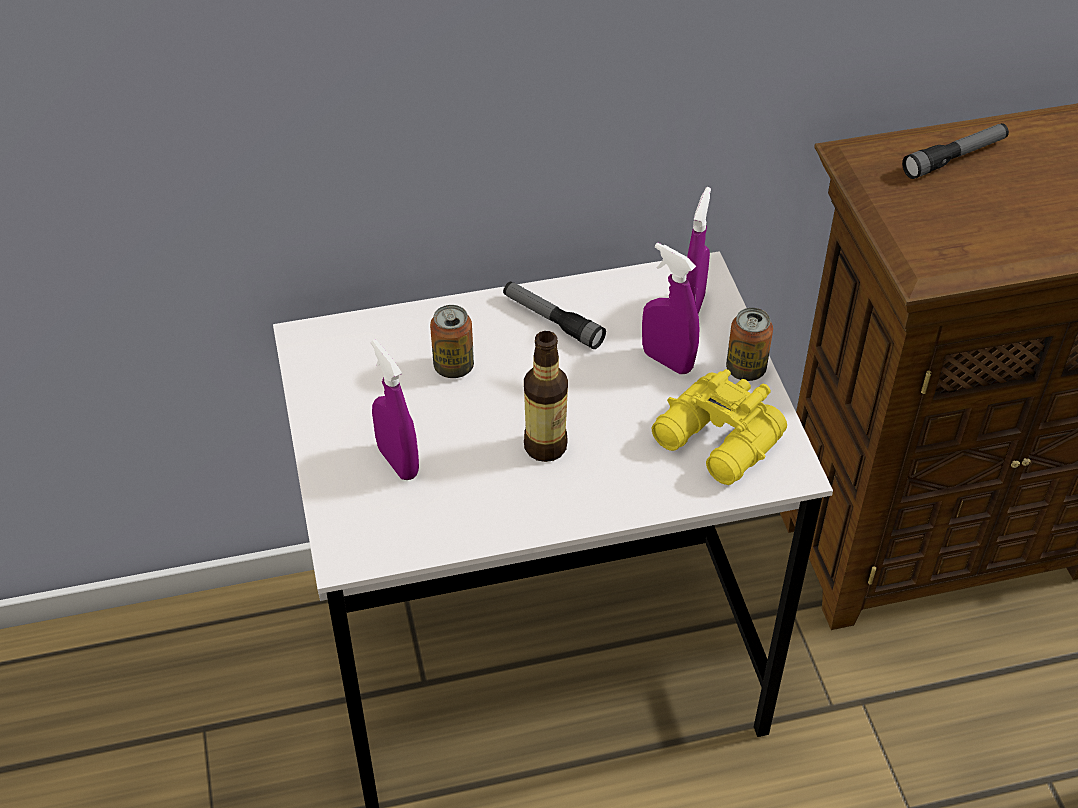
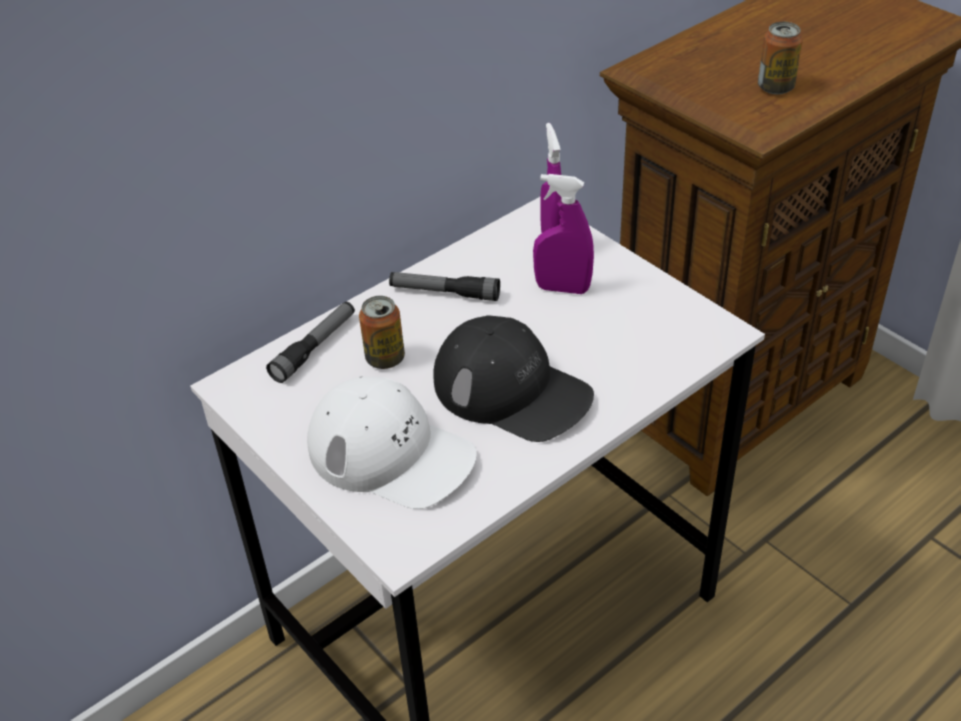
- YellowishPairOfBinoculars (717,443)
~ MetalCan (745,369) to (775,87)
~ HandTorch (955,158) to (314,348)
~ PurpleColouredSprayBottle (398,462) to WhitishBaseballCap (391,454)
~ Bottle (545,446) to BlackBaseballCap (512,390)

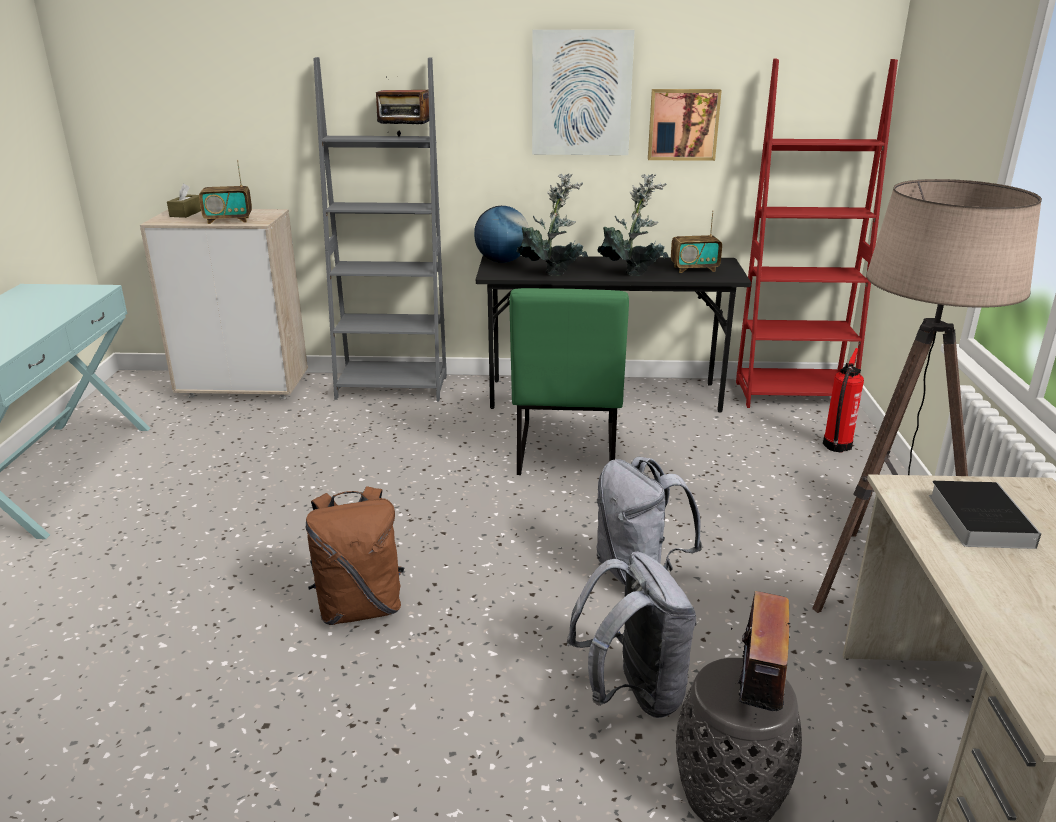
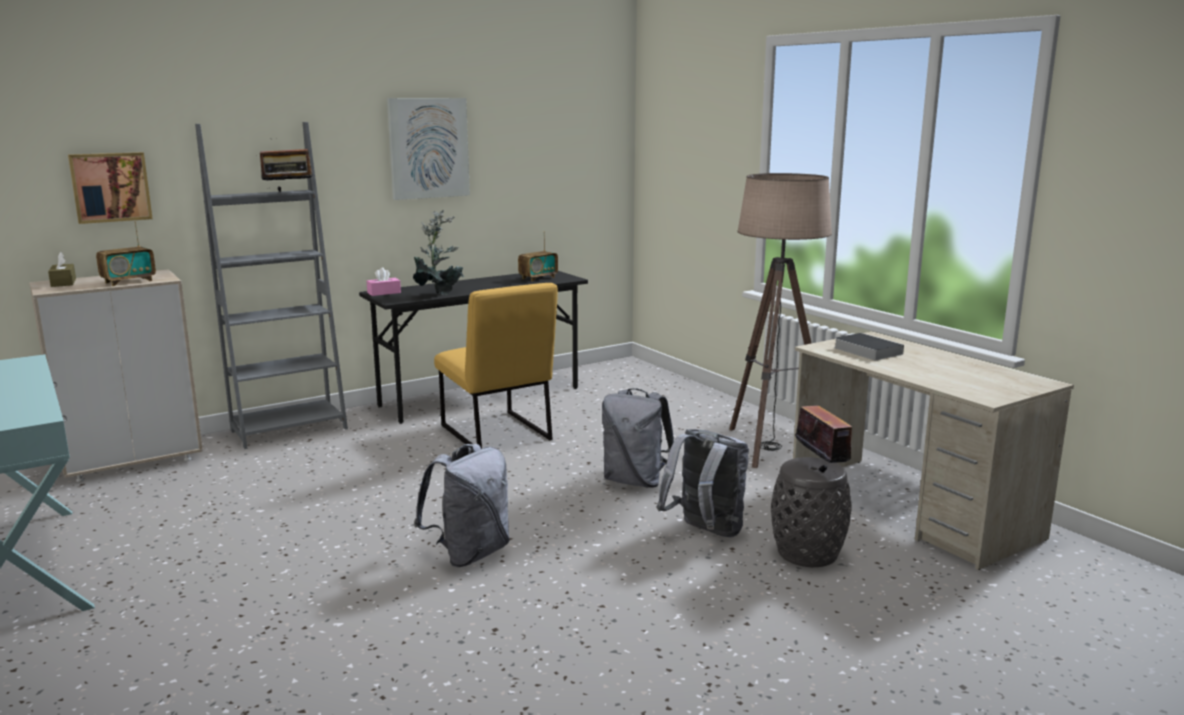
- Houseplant (633,272)
- RedColouredBookshelf (793,395)
- FireFightingCylinder (835,447)
~ WallArt (683,124) to (110,187)
~ Globe (502,261) to PinkBoxOfTissues (384,293)
~ BrownishKnapsack (360,607) to GreyKnapsack (470,554)
~ GreenishChair (565,451) to YellowishChair (496,433)

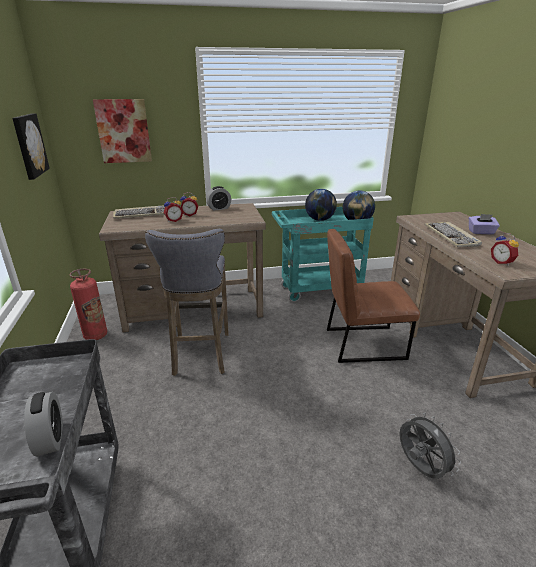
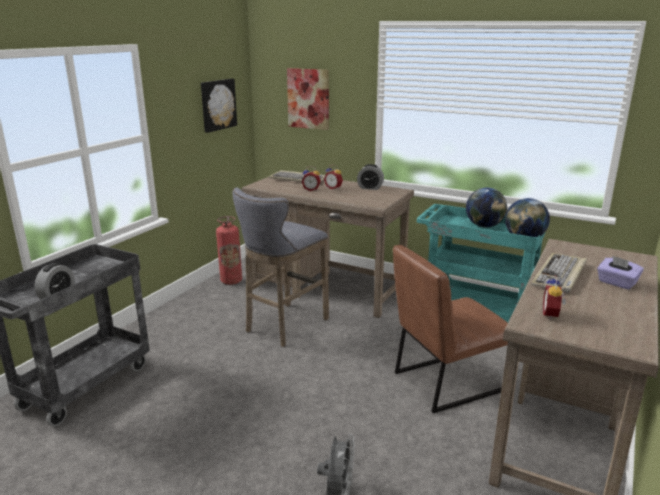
~ BrownishChair (362,343) = (445,381) 60 degrees counterclockwise

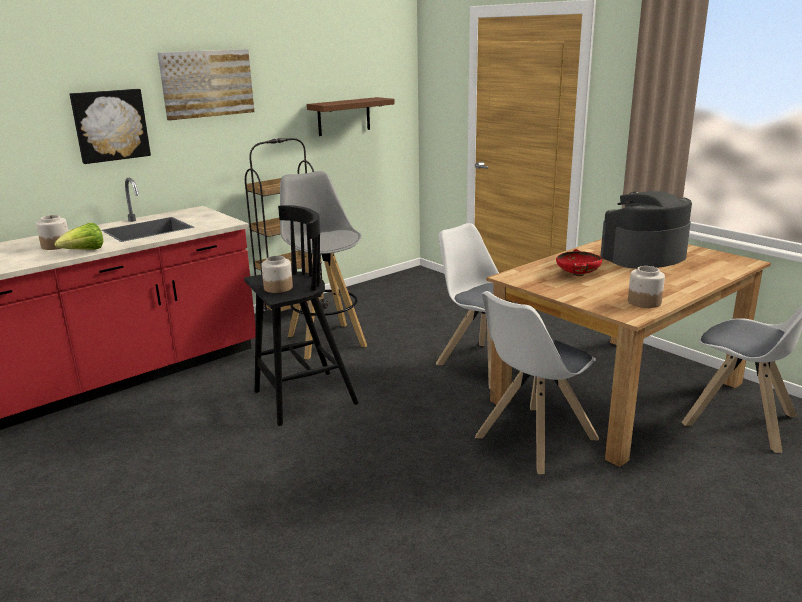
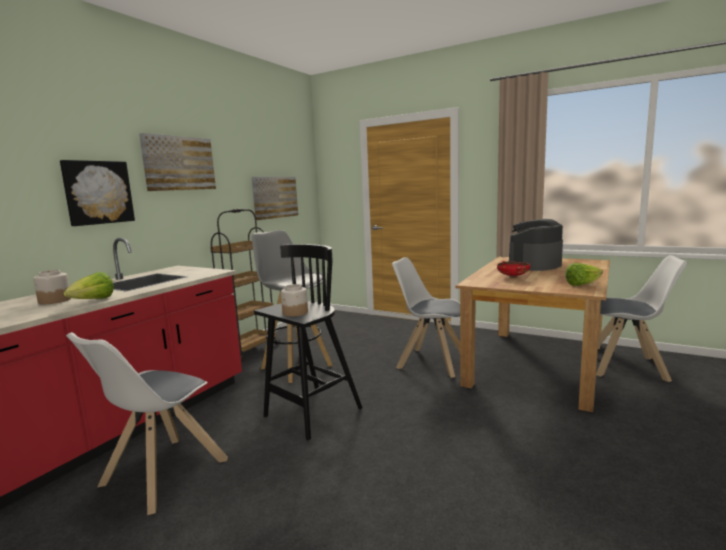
~ Chair (533,439) to (161,474)
~ BrownishShelf (344,116) to WallArt (274,197)
~ PreserveJar (644,302) to Lettuce (582,284)

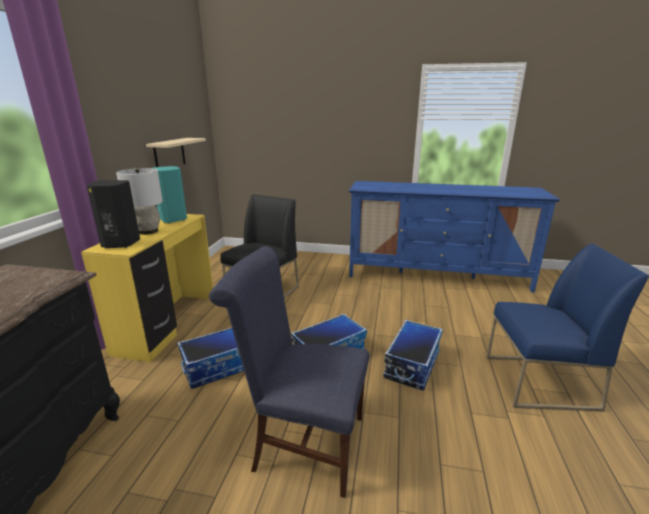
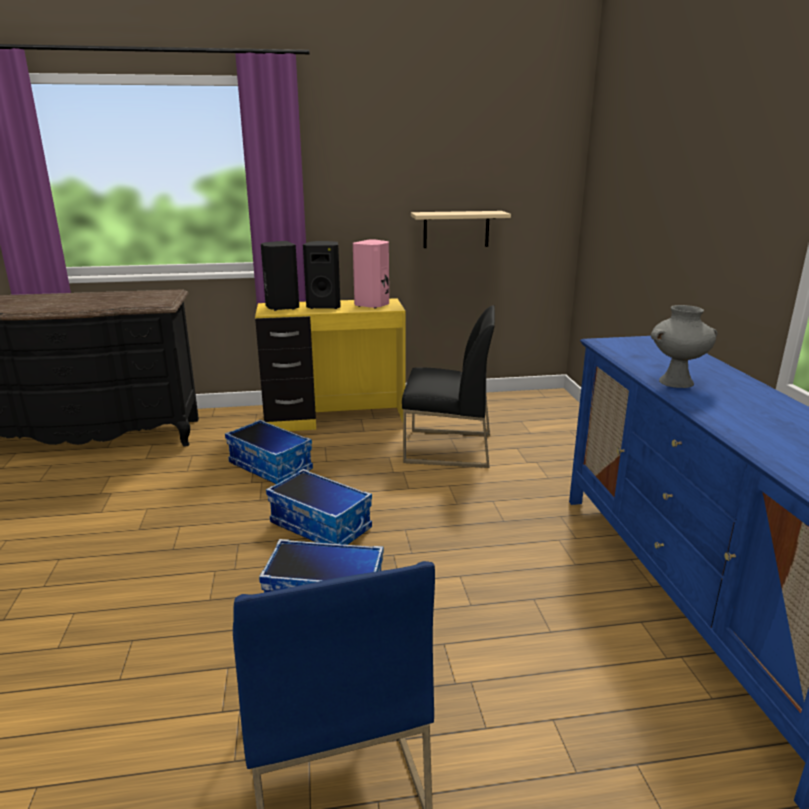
- BluishChair (302,442)
+ GreyVase (676,382)
~ WhitishTabletopLamp (148,231) to BlackLoudspeaker (325,306)
~ TurquoiseColouredLoudspeaker (173,219) to PinkLoudspeaker (373,305)

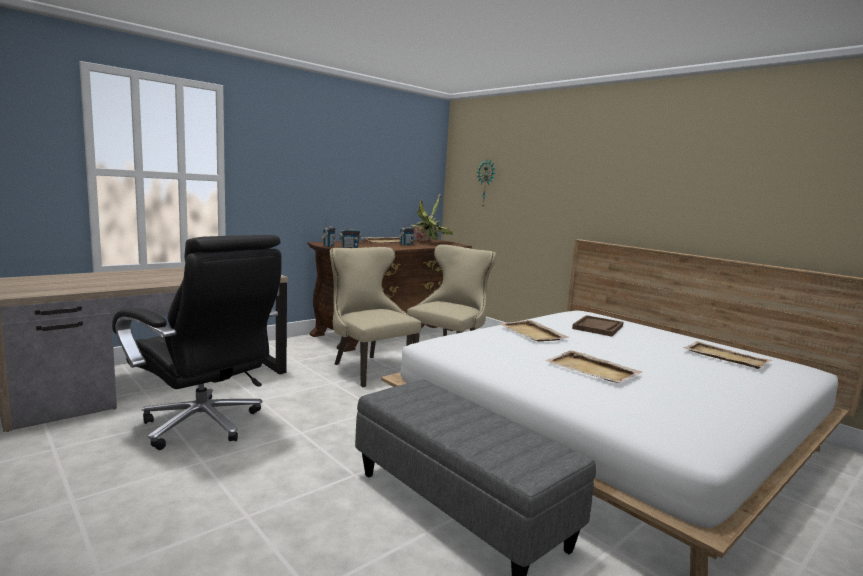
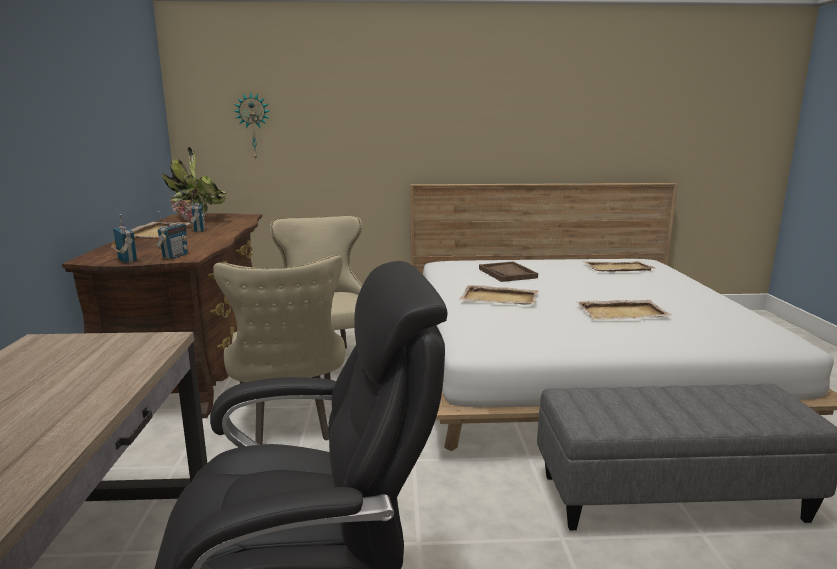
~ BeigeColouredChair (369,369) = (290,421) 105 degrees counterclockwise

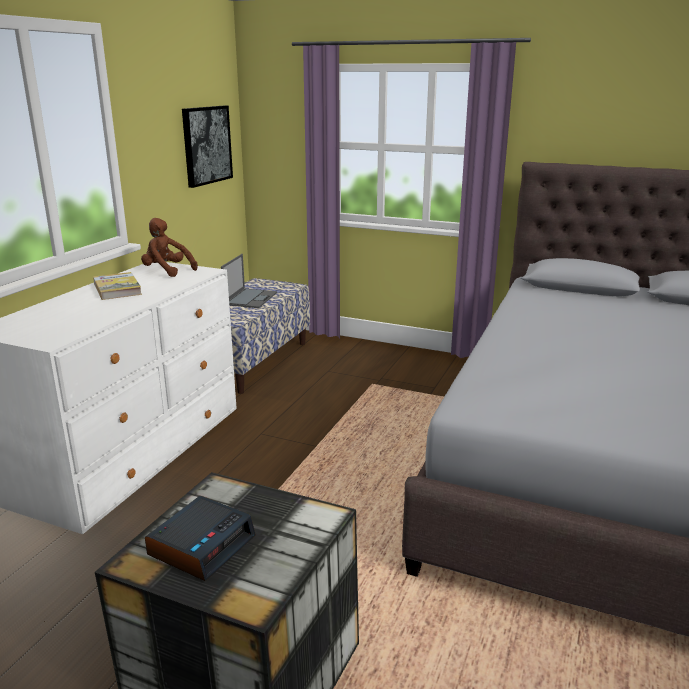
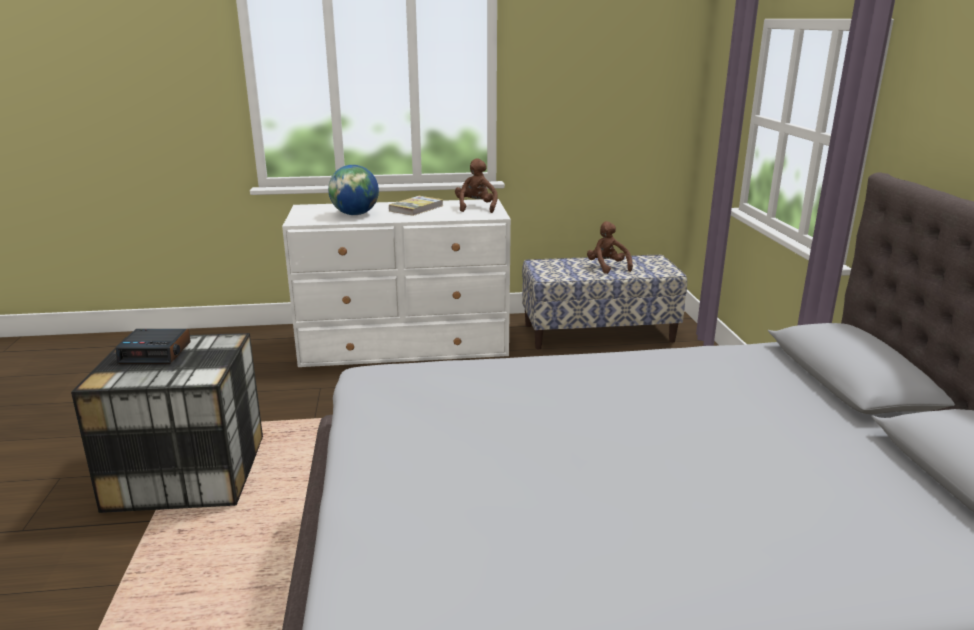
- WallArt (206,145)
+ Globe (355,214)
~ PortableComputer (250,298) to BrownishPlushToy (607,267)

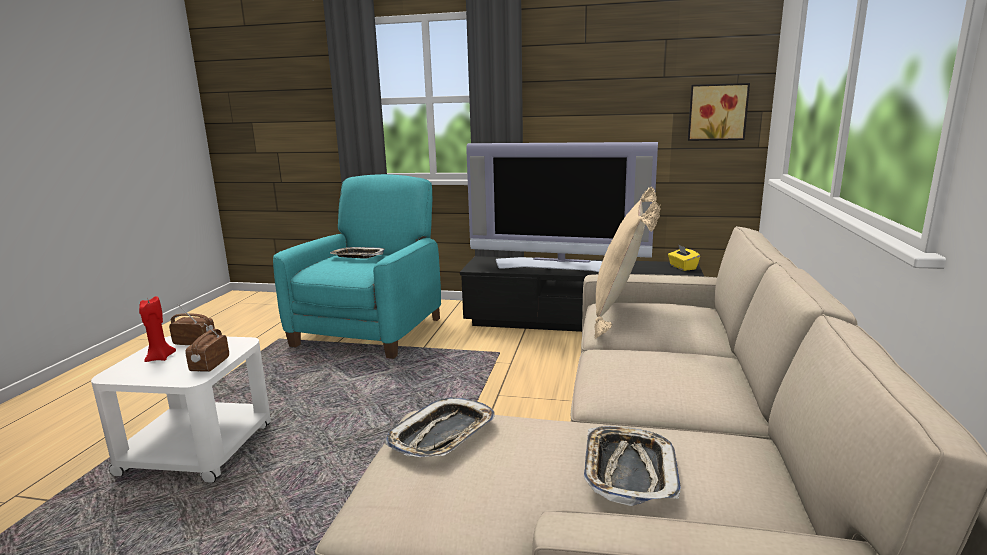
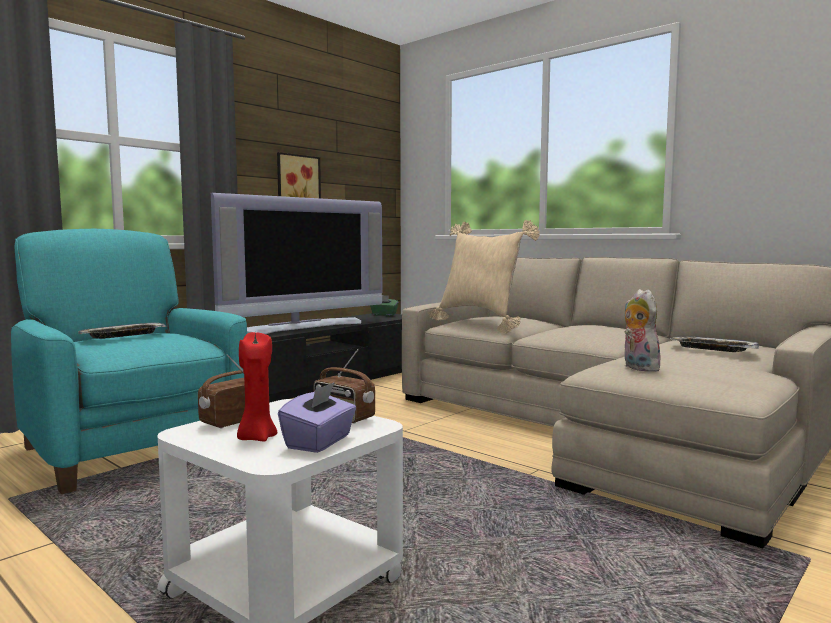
+ PurpleColouredBoxOfTissues (319,442)
~ WallArt (717,112) to (297,181)
~ CarryingTray (443,435) to PlushToy (637,368)
~ YellowishBoxOfTissues (682,267) to GreenishBoxOfTissues (384,314)

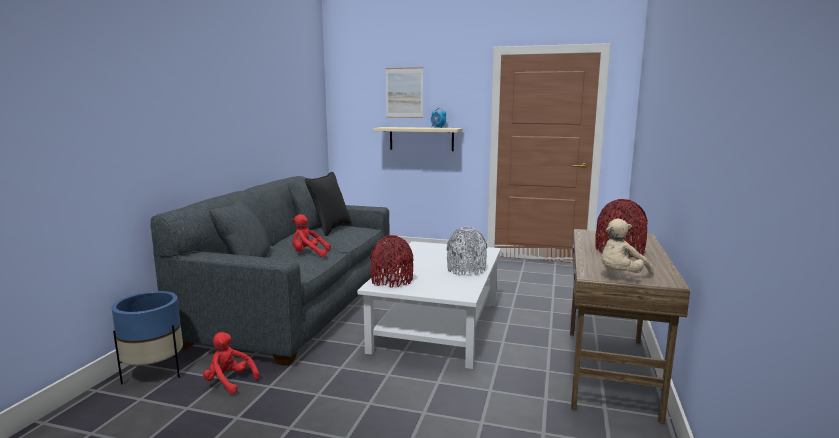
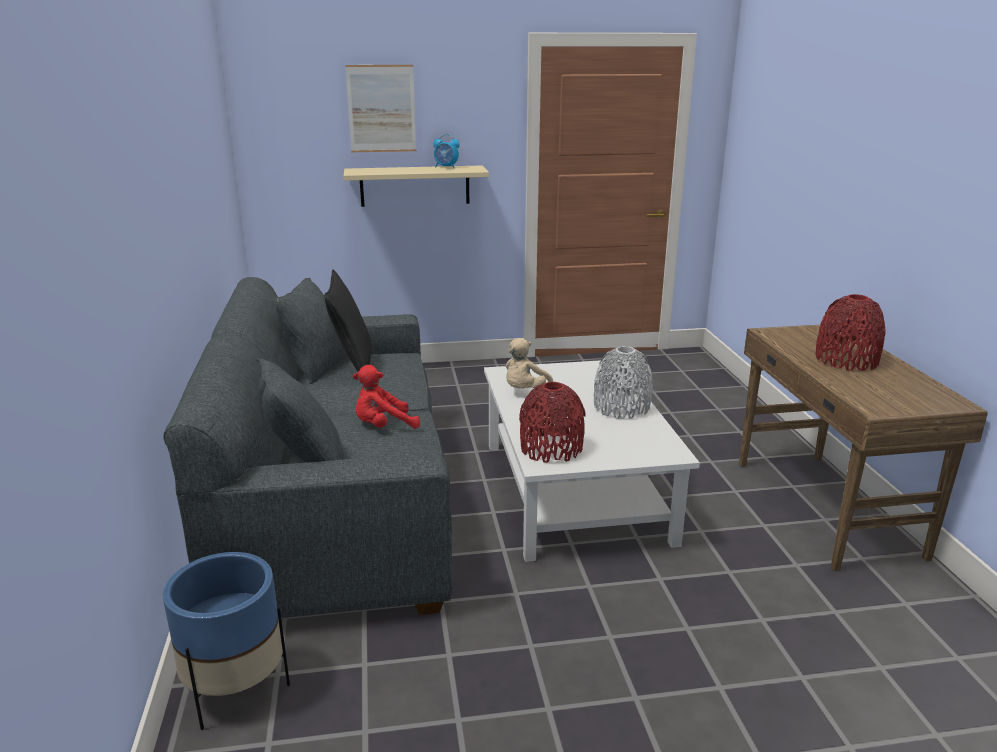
- RedColouredPlushToy (229,382)
~ BeigeColouredPlushToy (620,276) to (524,391)

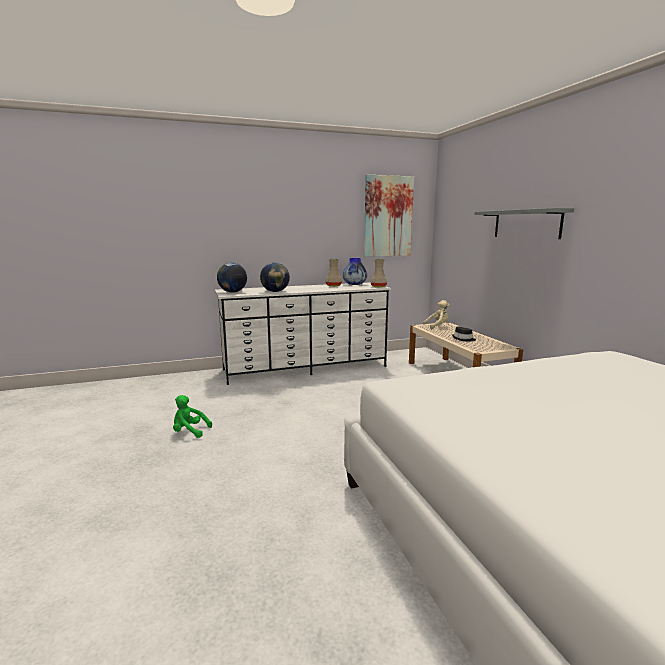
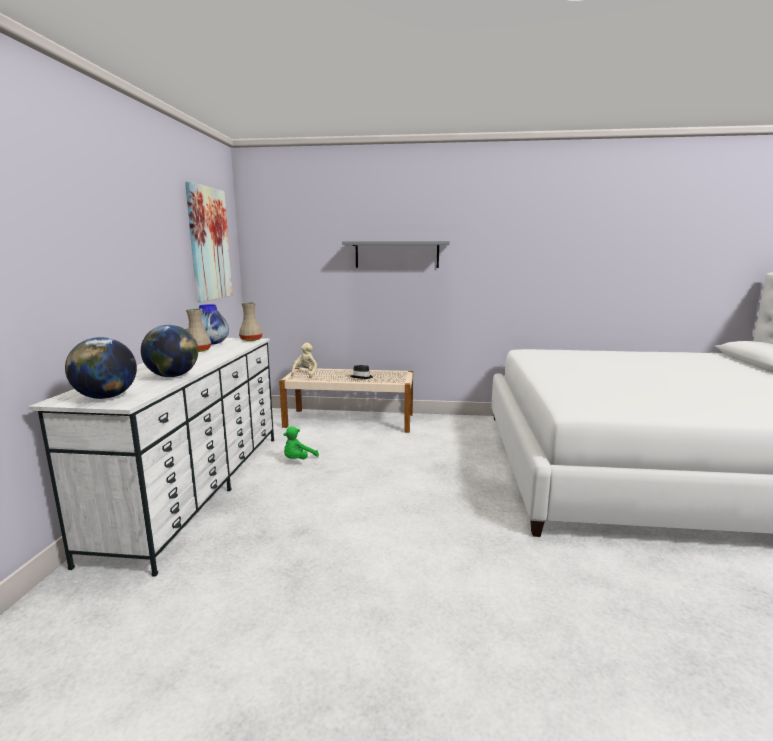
~ GreenishPlushToy (189,432) to (298,460)

